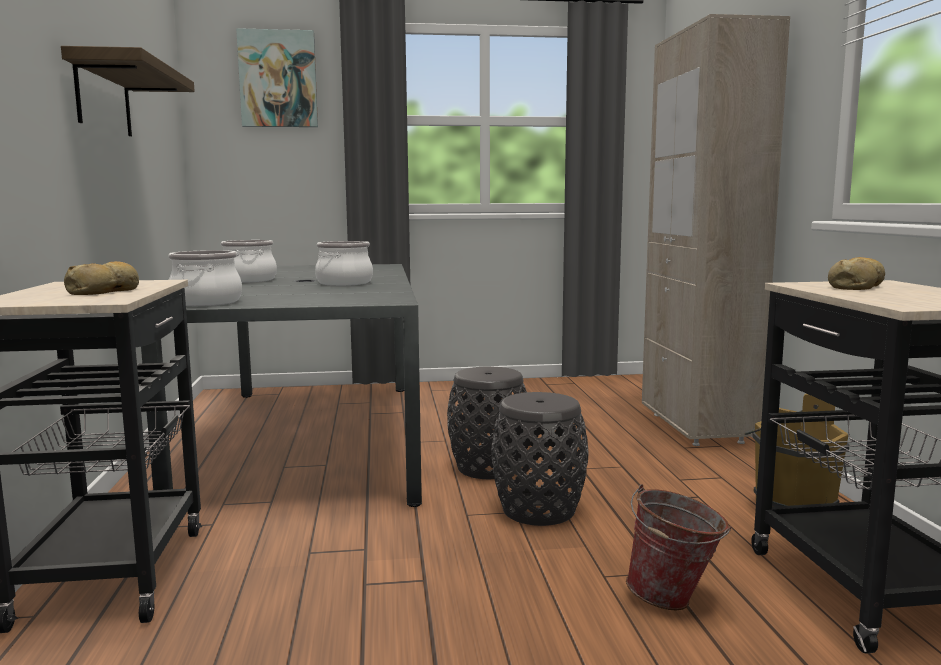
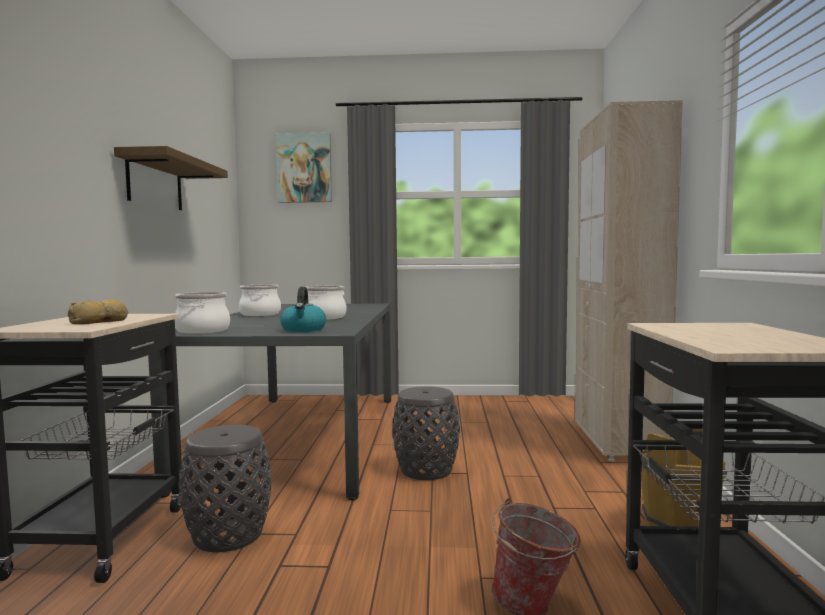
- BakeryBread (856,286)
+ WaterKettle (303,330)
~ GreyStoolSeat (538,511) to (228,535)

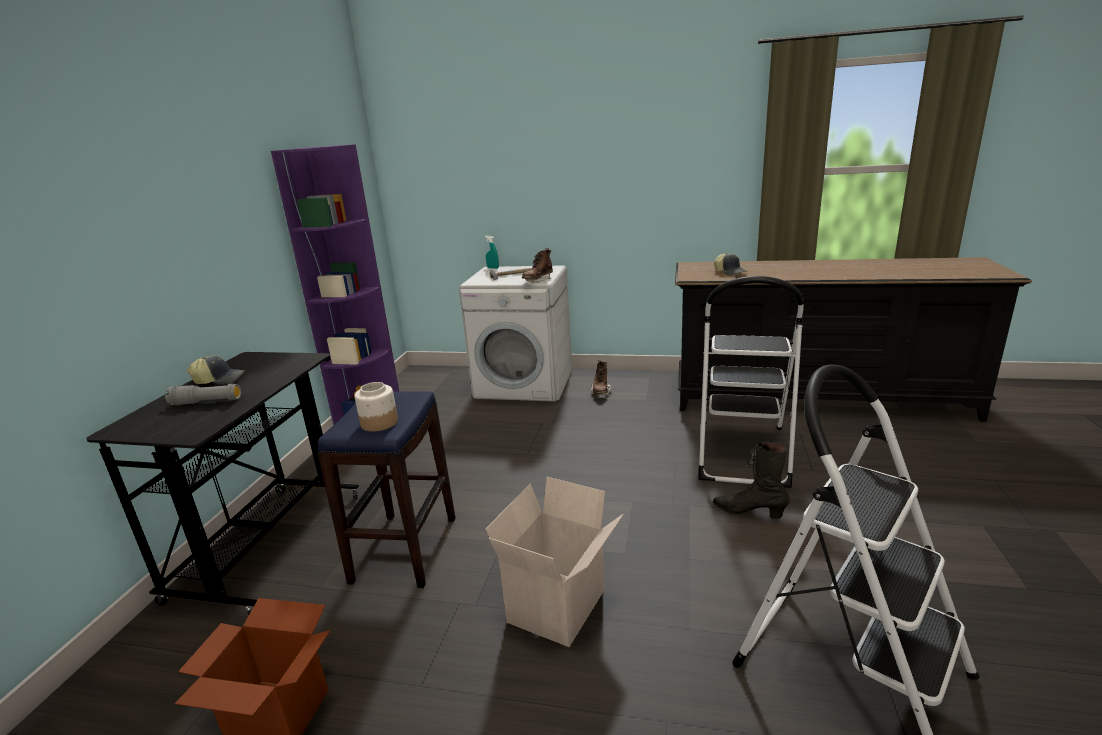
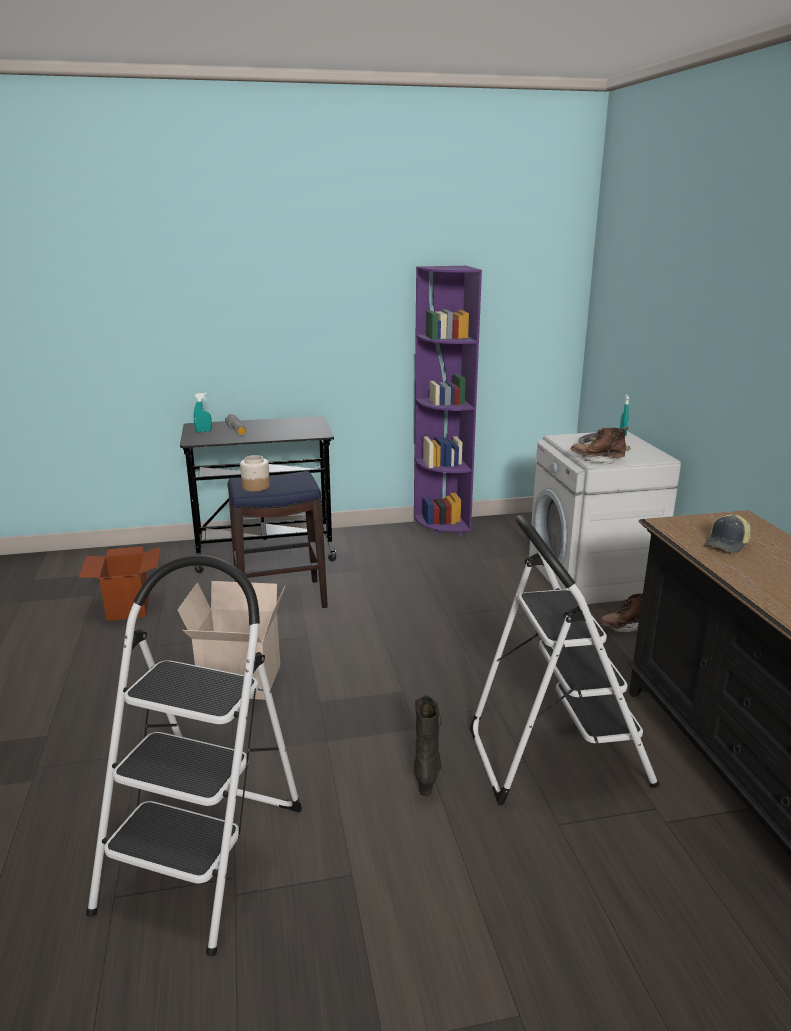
- BaseballCap (220,379)
+ TurquoiseColouredSprayBottle (203,431)

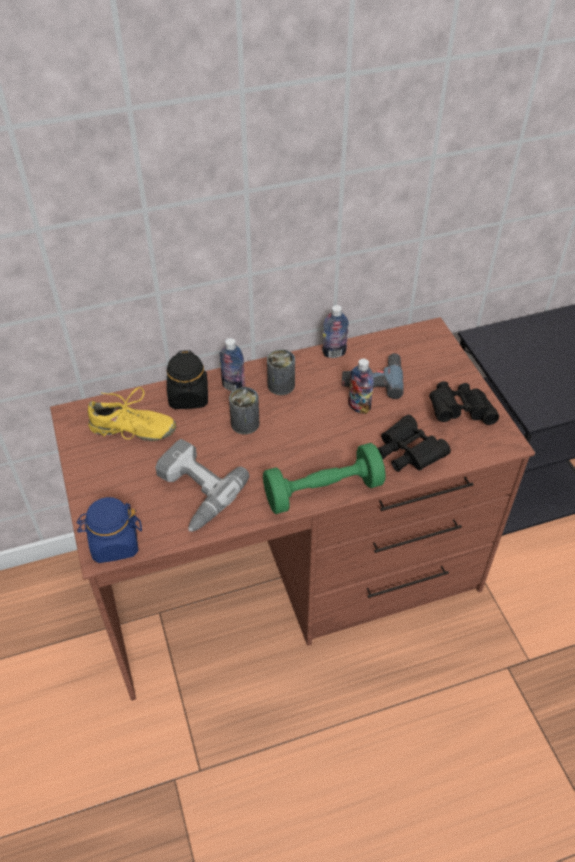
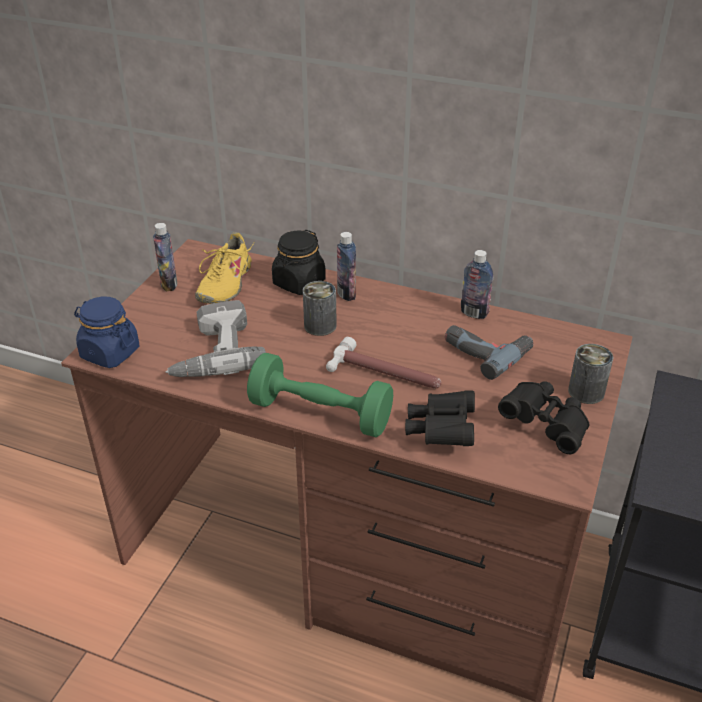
+ ToolHammer (385,375)
~ MetalCan (281,385) to (586,392)
~ Bottle (359,407) to (169,284)
~ YellowishLowShoe (133,430) = (224,284) 60 degrees clockwise

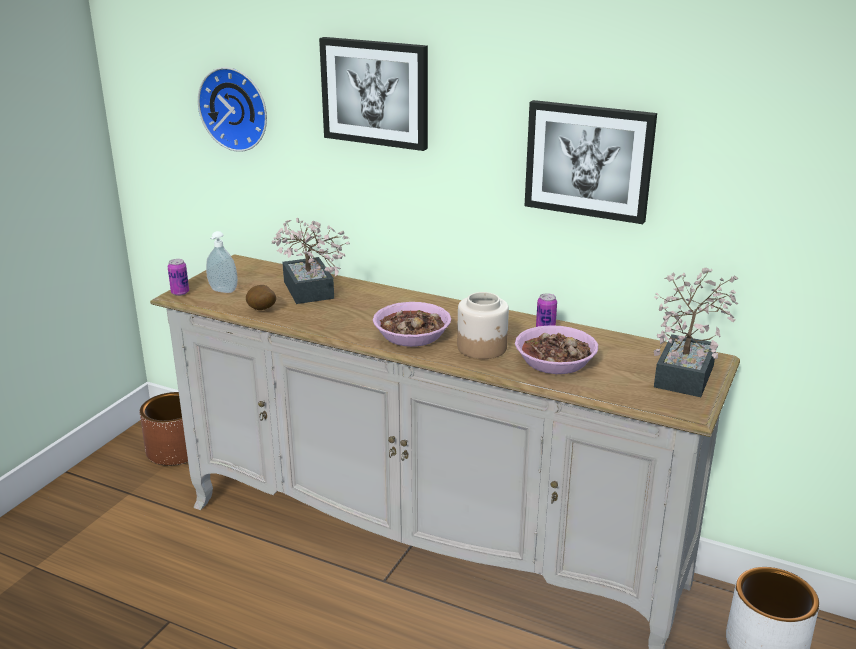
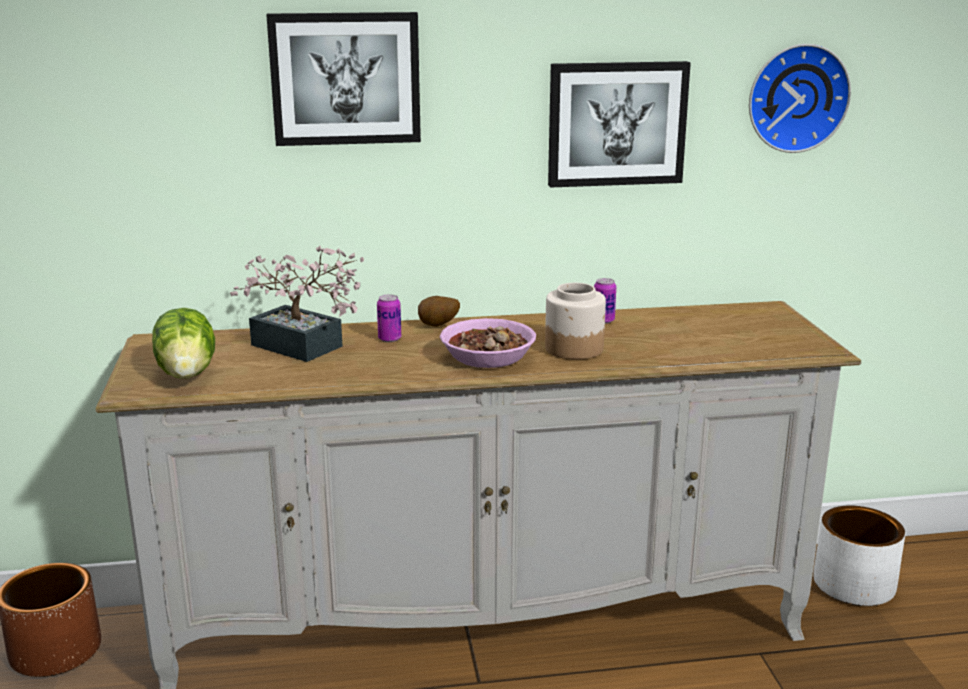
- ServingBowl (555,361)
- Houseplant (687,372)
~ MetalCan (180,292) to (389,339)
~ HangingClock (236,108) to (796,97)
~ Spud (261,310) to (438,327)
~ SoapDispenser (222,291) to Lettuce (188,372)

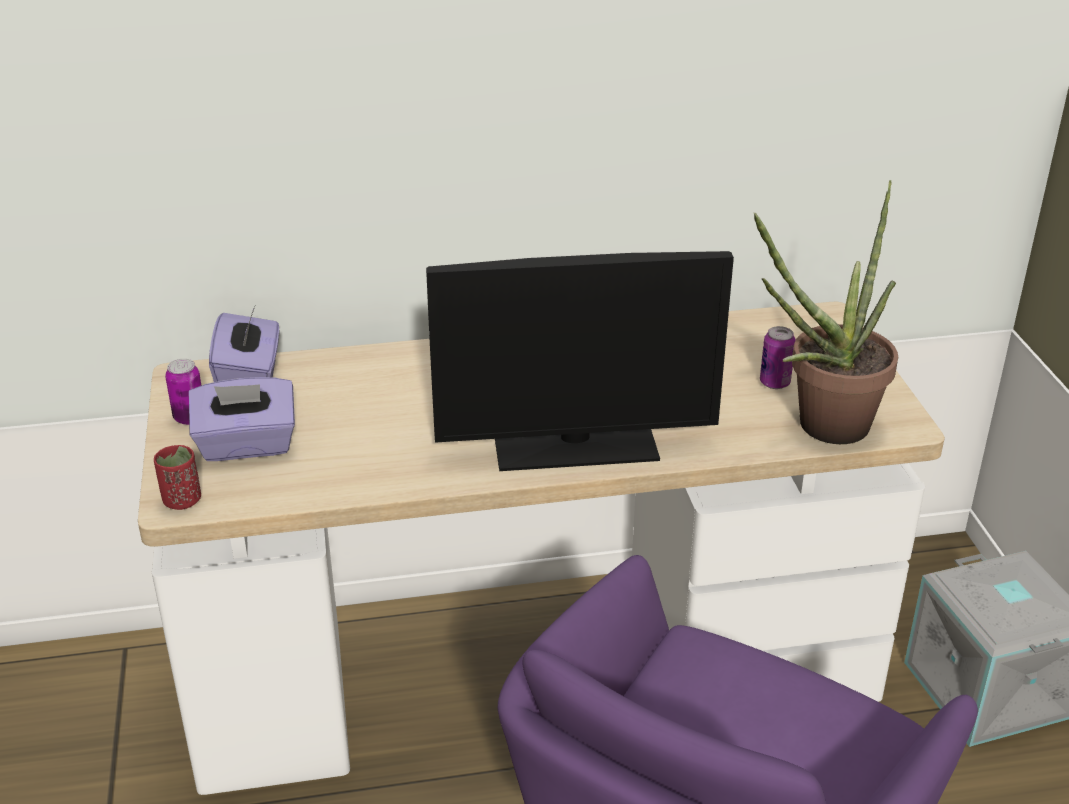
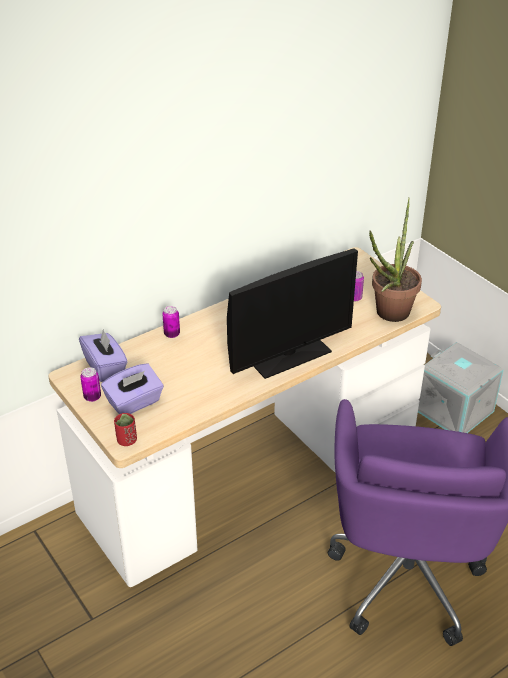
+ MetalCan (172,334)

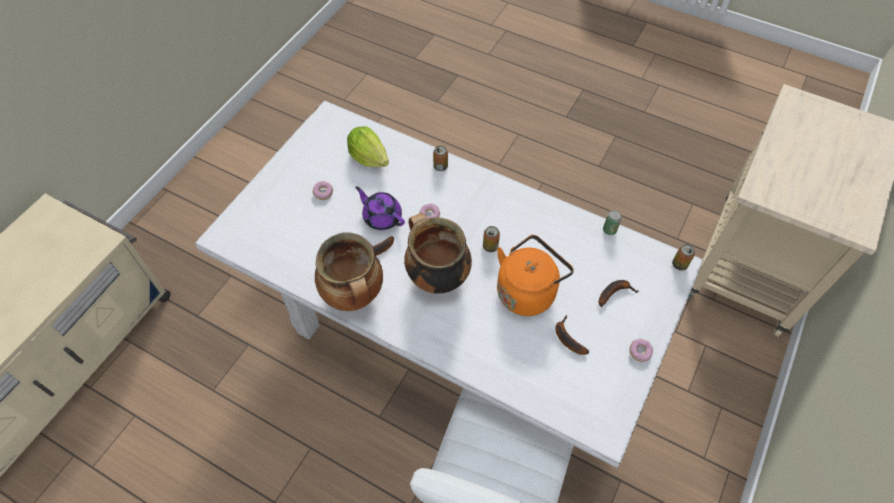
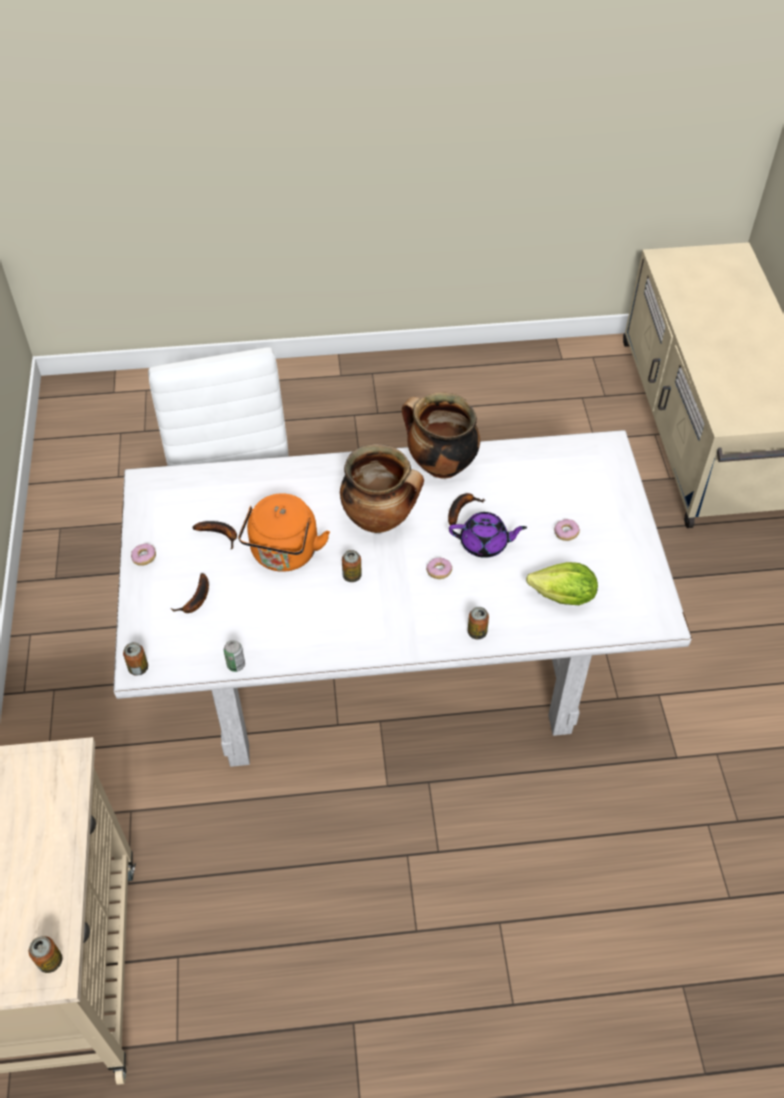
+ MetalCan (50,961)

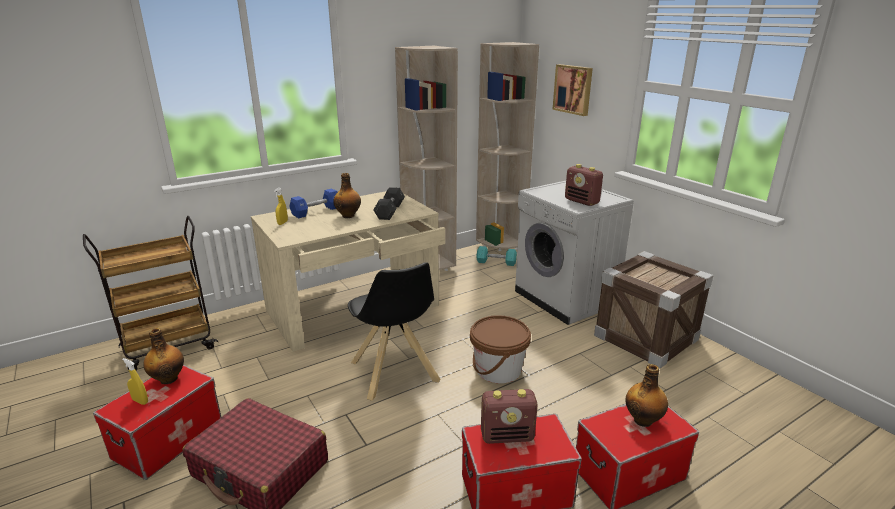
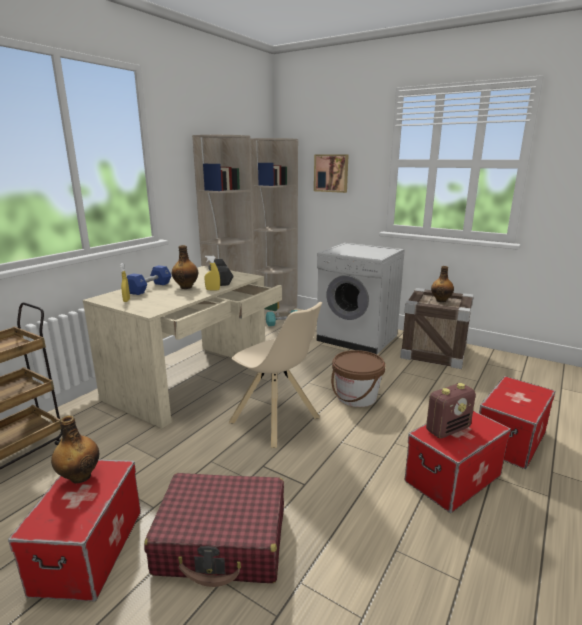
- Radio (582,201)
~ YellowishSprayBottle (140,401) to (212,290)
~ Bottle (643,420) to (441,300)
~ BlackChair (395,373) to BeigeColouredChair (276,421)

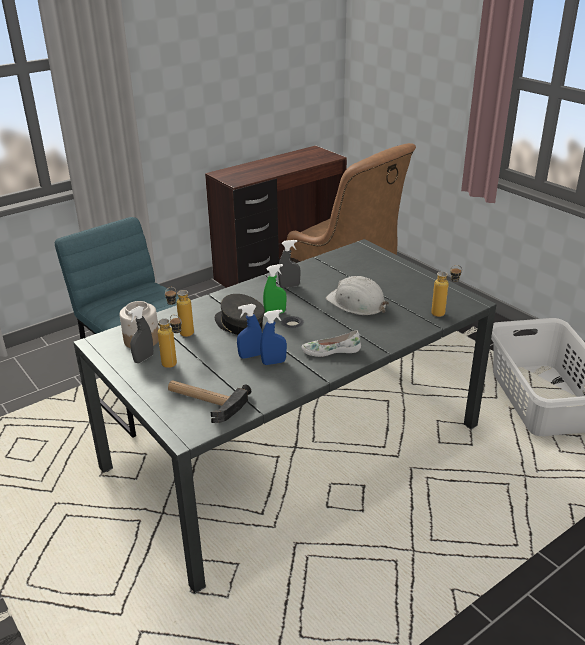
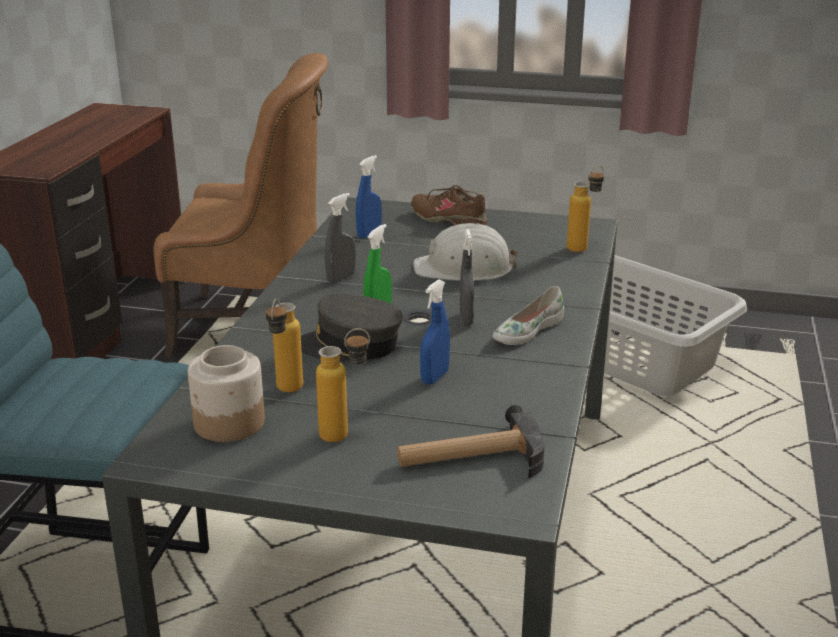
+ BrownishLowShoe (448,219)
~ GreySprayBottle (143,358) to (466,319)
~ BluishSprayBottle (274,362) to (369,234)

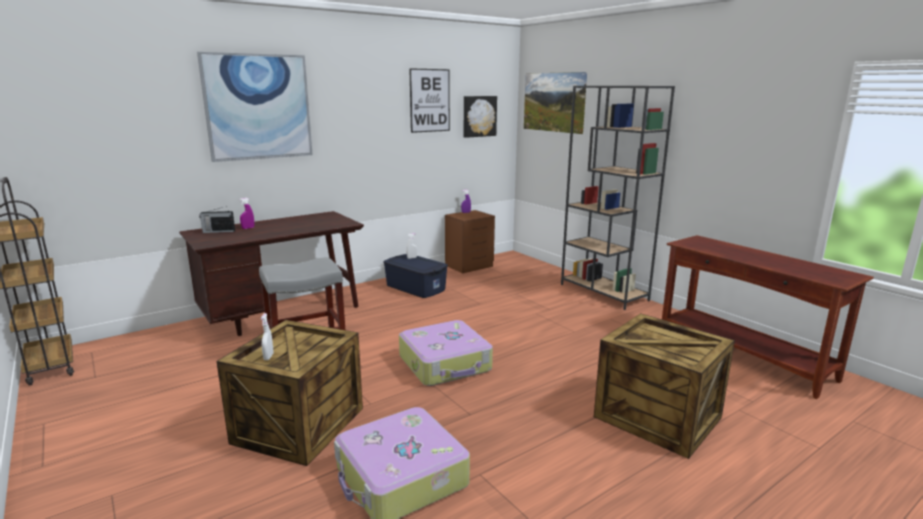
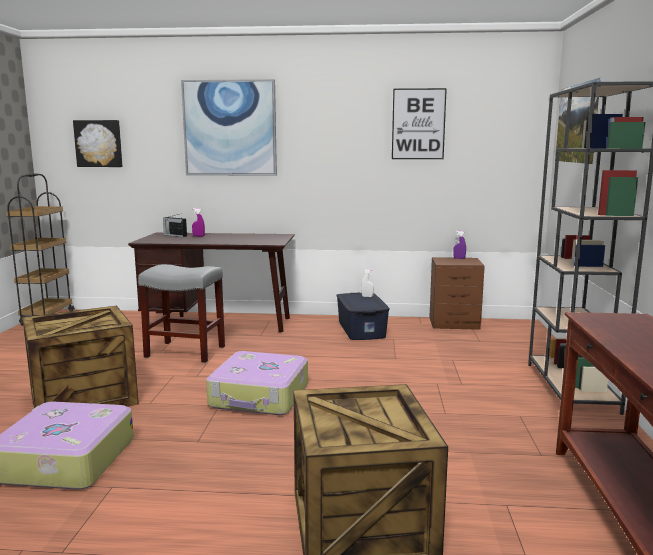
- WhitishSprayBottle (268,357)
~ WallArt (479,116) to (99,143)

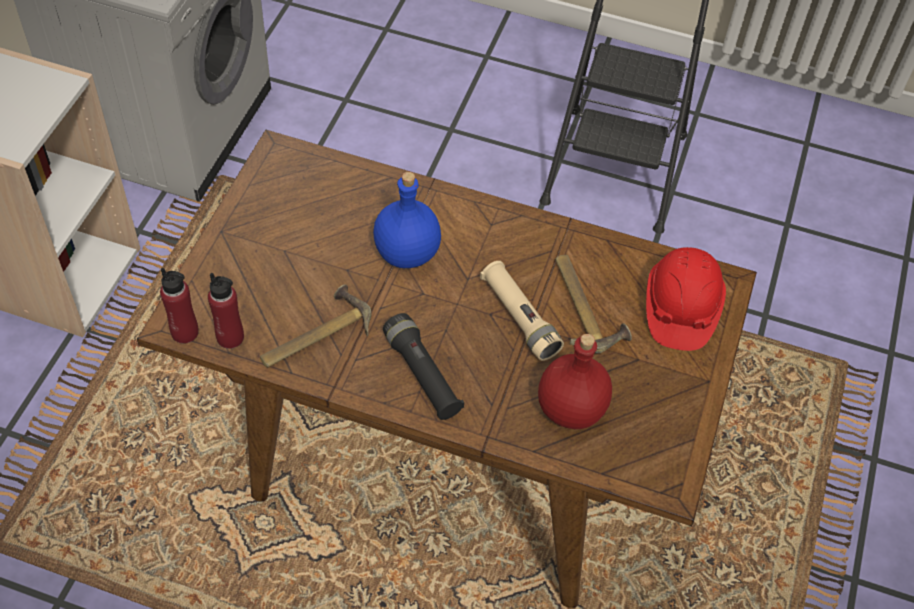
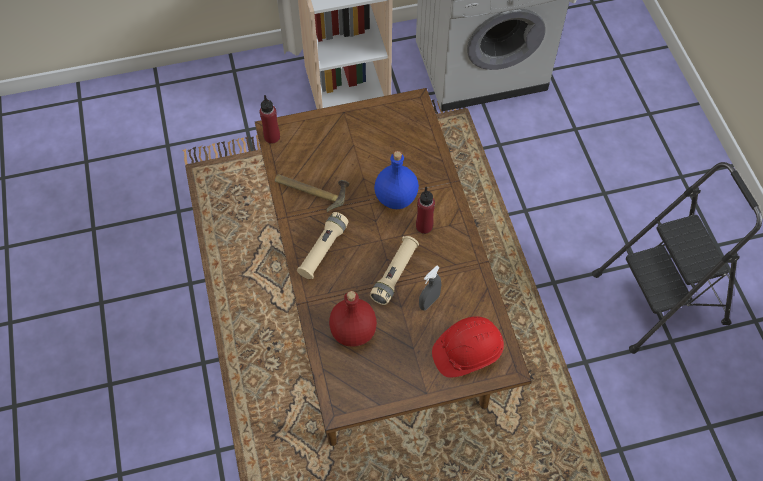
~ RedColouredBottle (230,337) to (424,226)
~ ToolHammer (585,306) to GreySprayBottle (429,302)
~ BlackHandTorch (422,374) to BeigeColouredHandTorch (323,250)

